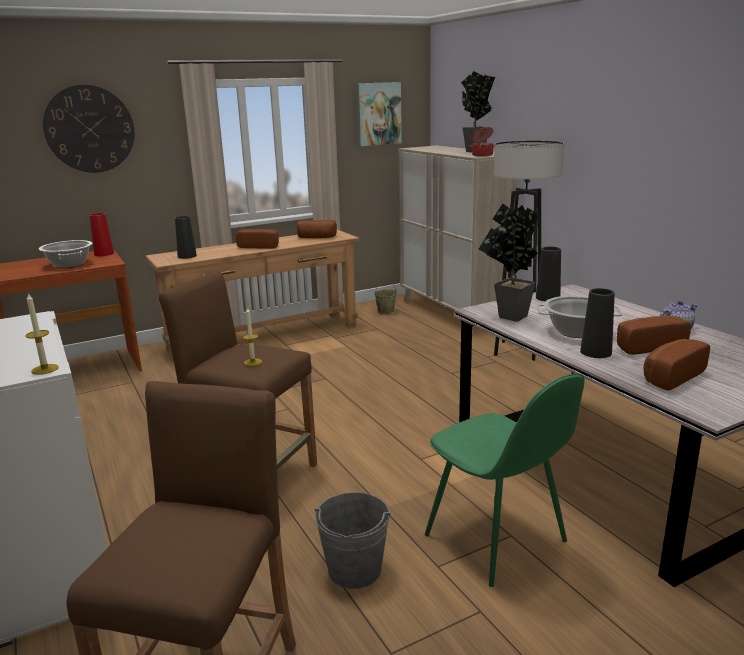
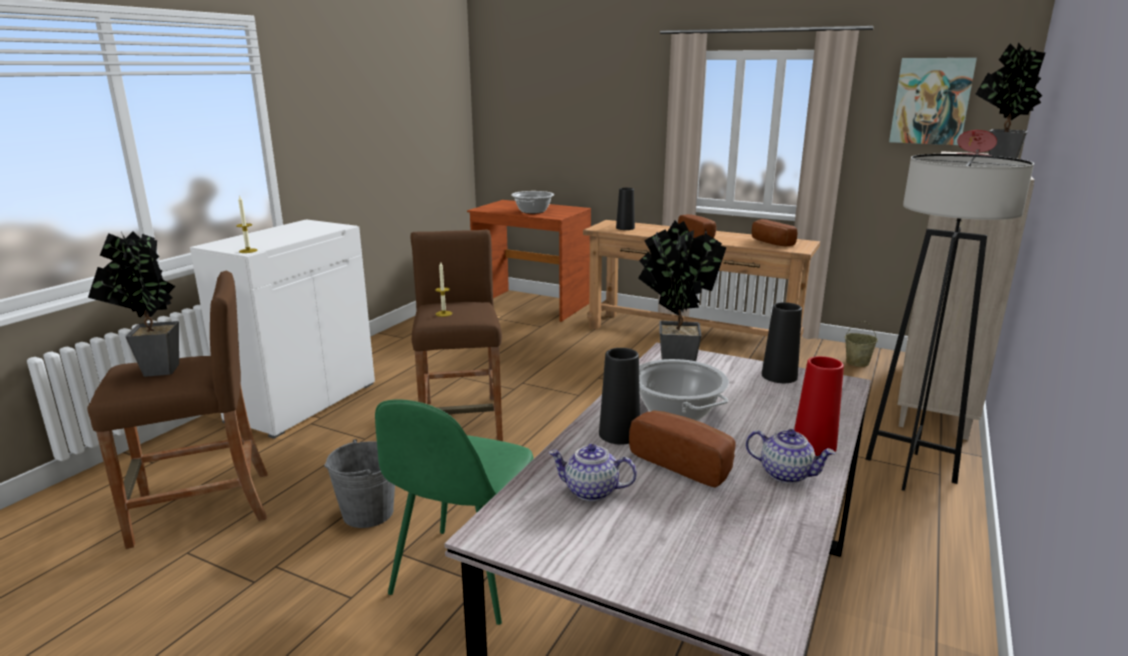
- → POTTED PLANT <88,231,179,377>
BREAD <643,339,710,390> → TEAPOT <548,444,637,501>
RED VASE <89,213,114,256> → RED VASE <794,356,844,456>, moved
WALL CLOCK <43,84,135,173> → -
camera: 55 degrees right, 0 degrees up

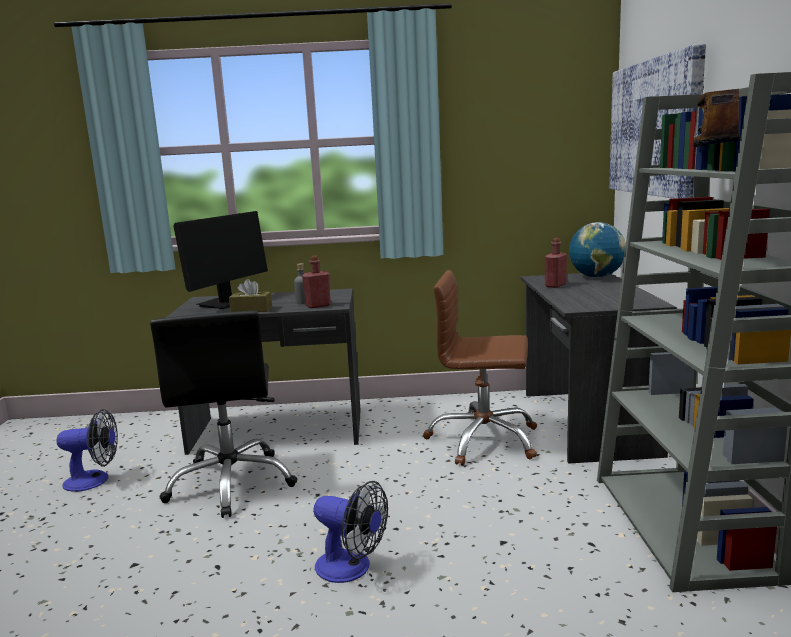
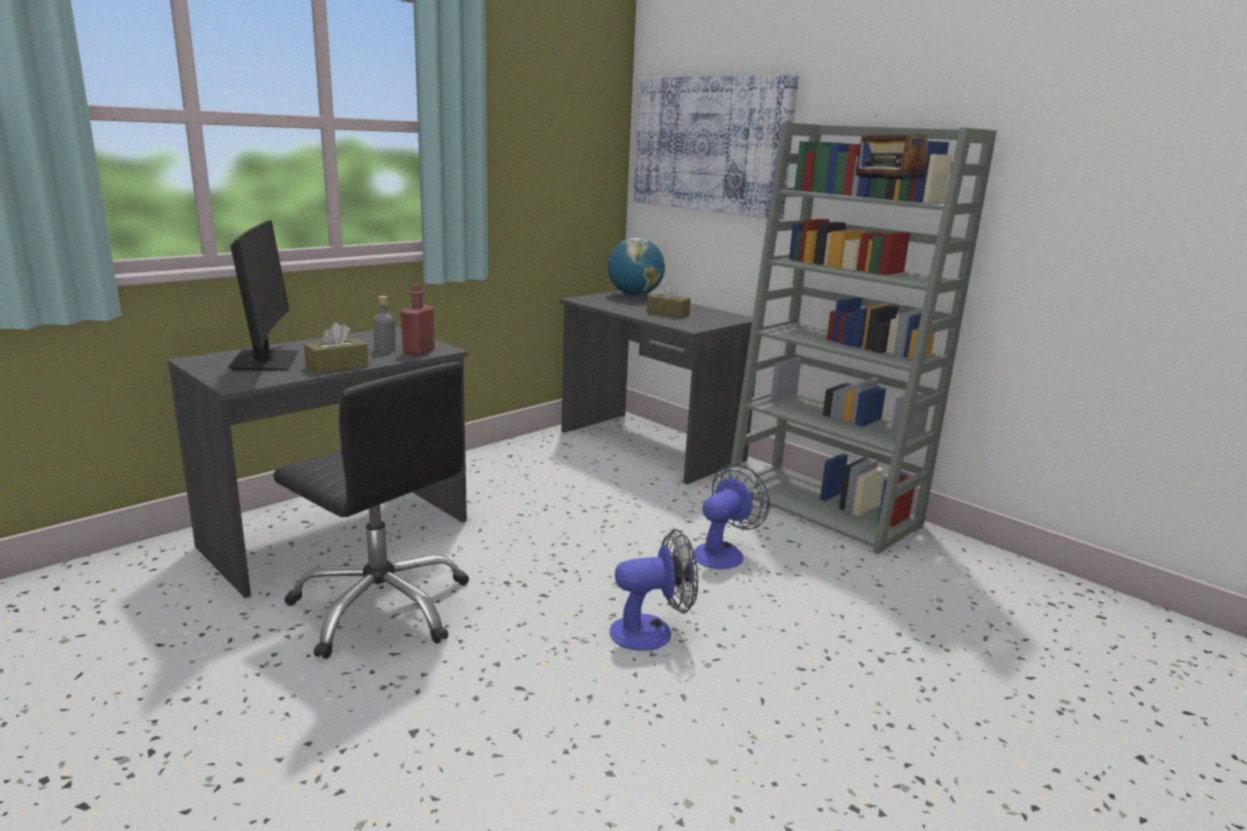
- → BROWN TISSUE BOX <647,281,691,318>
FAN <56,409,118,491> → FAN <693,464,770,569>, moved
BROWN OFFICE CHAIR <423,270,537,466> → -
RED BOTTLE <545,238,567,288> → -
camera: 45 degrees left, 5 degrees up

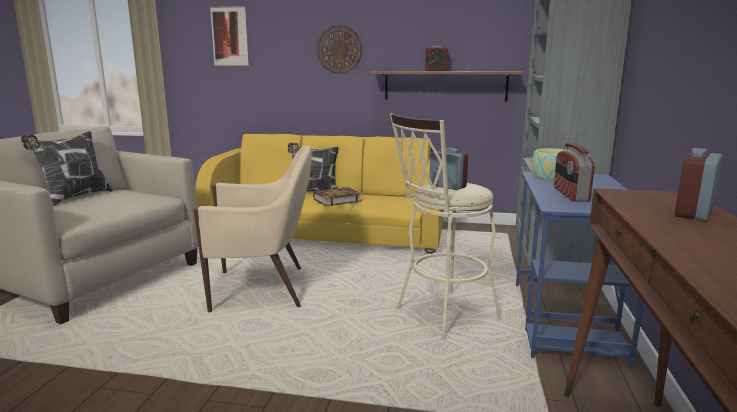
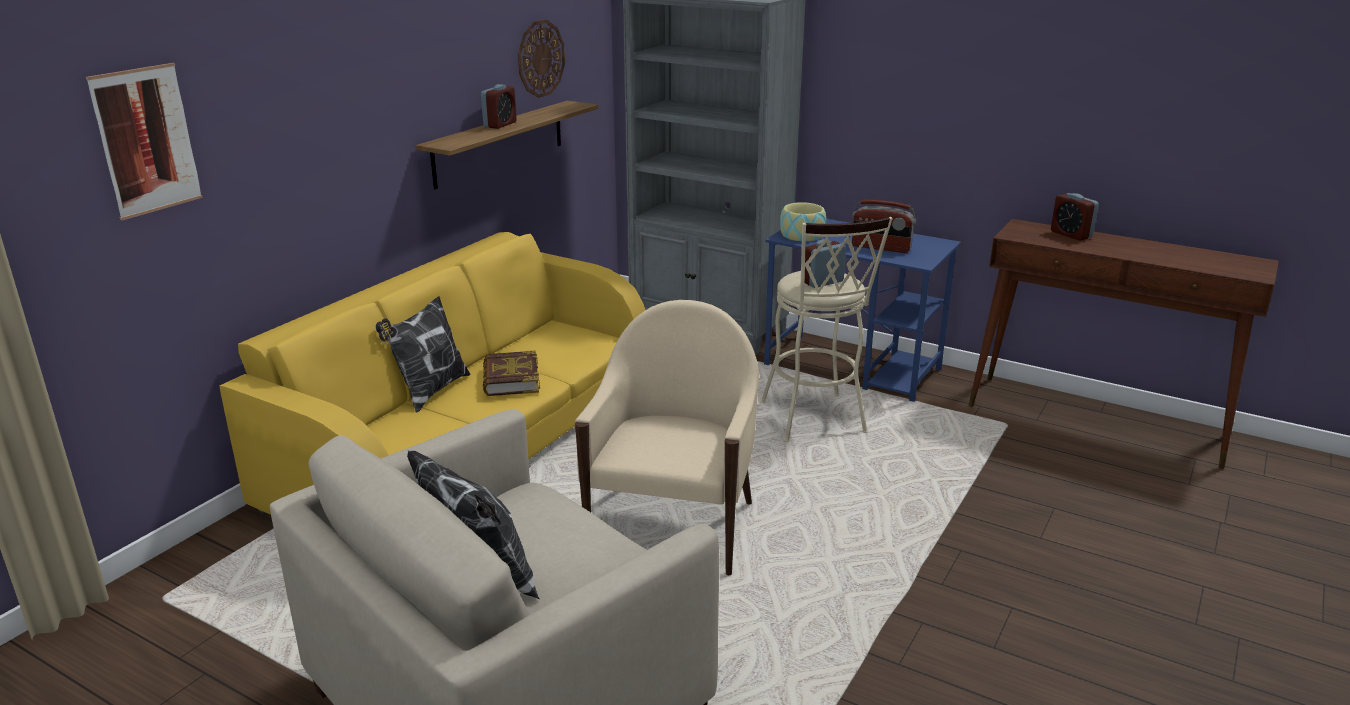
WALL CLOCK <317,26,362,74> → WALL CLOCK <518,19,565,98>, moved
camera: 70 degrees left, 10 degrees up

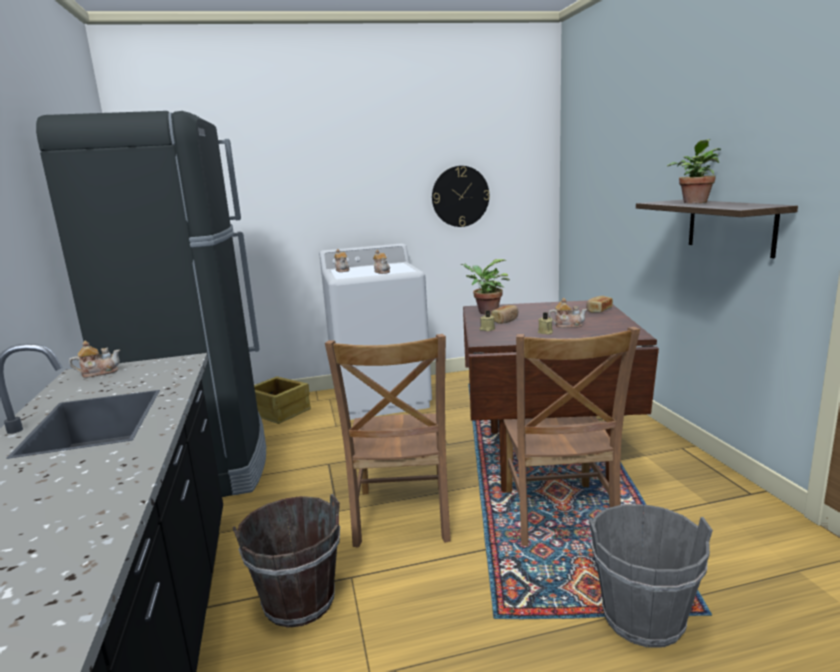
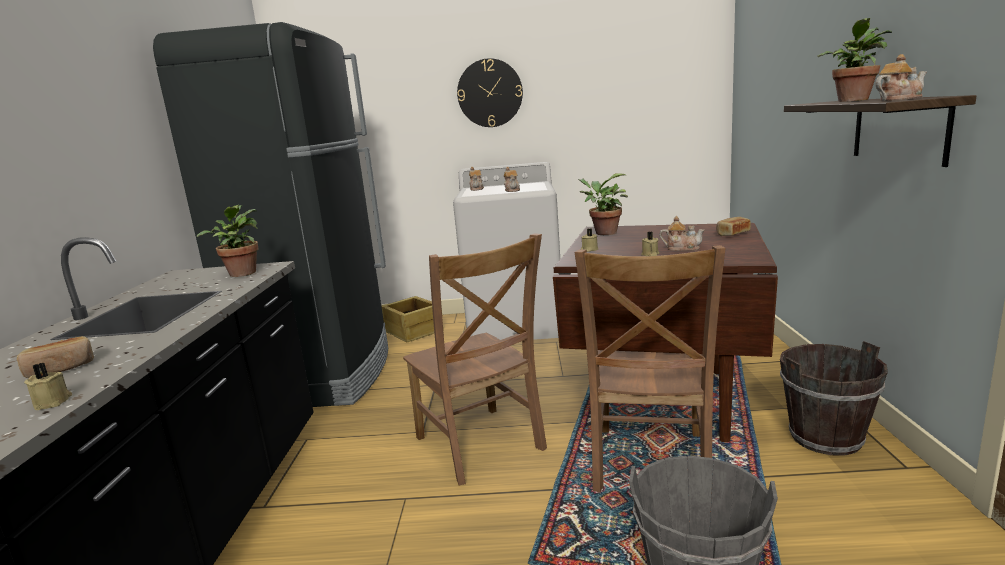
BREAD <491,305,518,324> → BREAD <17,336,94,378>, moved
- → BEIGE CANDLE <24,363,73,410>
- → POTTED PLANT <197,204,258,277>
BROWN CHAIR <325,334,451,548> → BROWN CHAIR <403,233,547,485>, 45 degrees counterclockwise
WALL CLOCK <432,166,490,227> → WALL CLOCK <457,58,523,127>, moved
BROWN BUCKET <232,494,340,628> → BROWN BUCKET <780,341,888,455>, moved
TEAPOT <69,341,120,378> → TEAPOT <875,54,927,101>, moved
camera: 15 degrees right, 0 degrees up

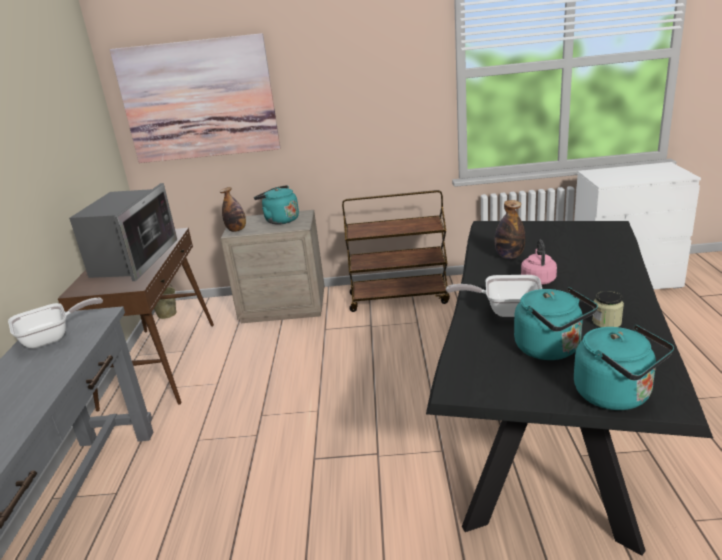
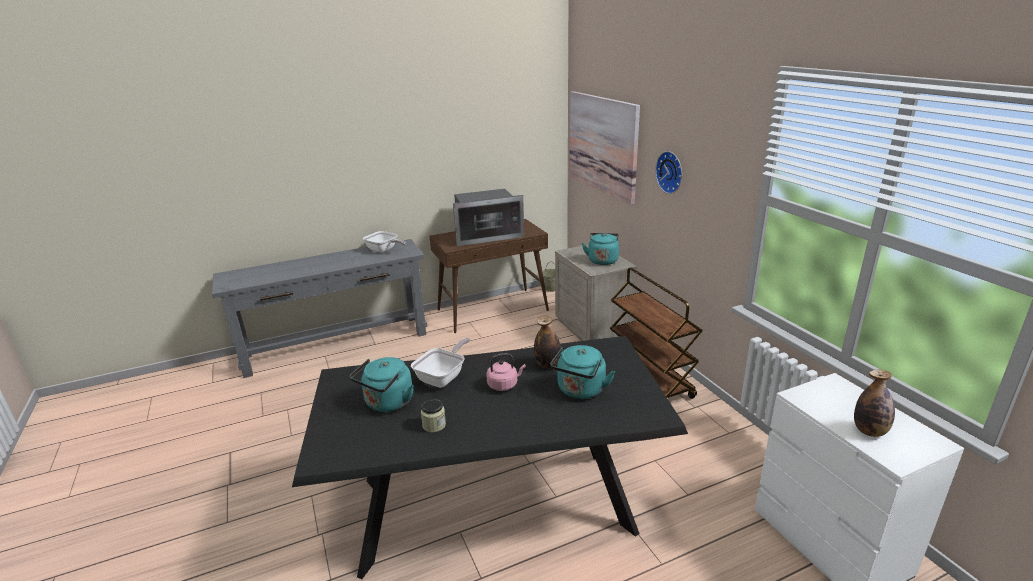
FRYING PAN <446,275,542,317> → FRYING PAN <411,338,470,388>, 45 degrees clockwise
TURQUOISE KETTLE <574,325,674,410> → TURQUOISE KETTLE <550,345,615,399>, moved
- → WALL CLOCK <655,151,682,194>
BOTTLE <220,187,246,232> → BOTTLE <854,370,895,437>, moved
camera: 65 degrees right, 0 degrees up

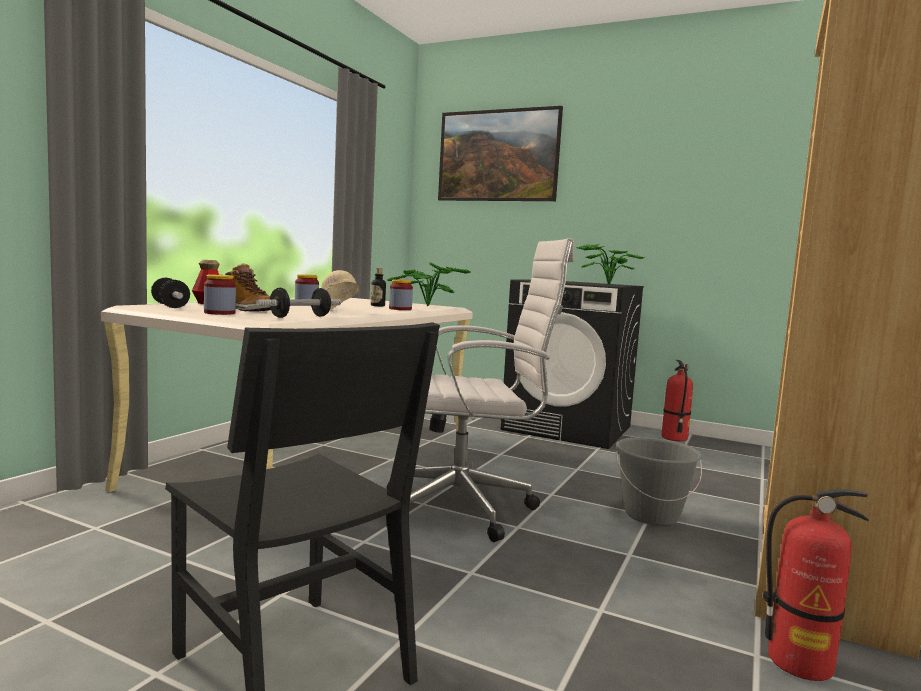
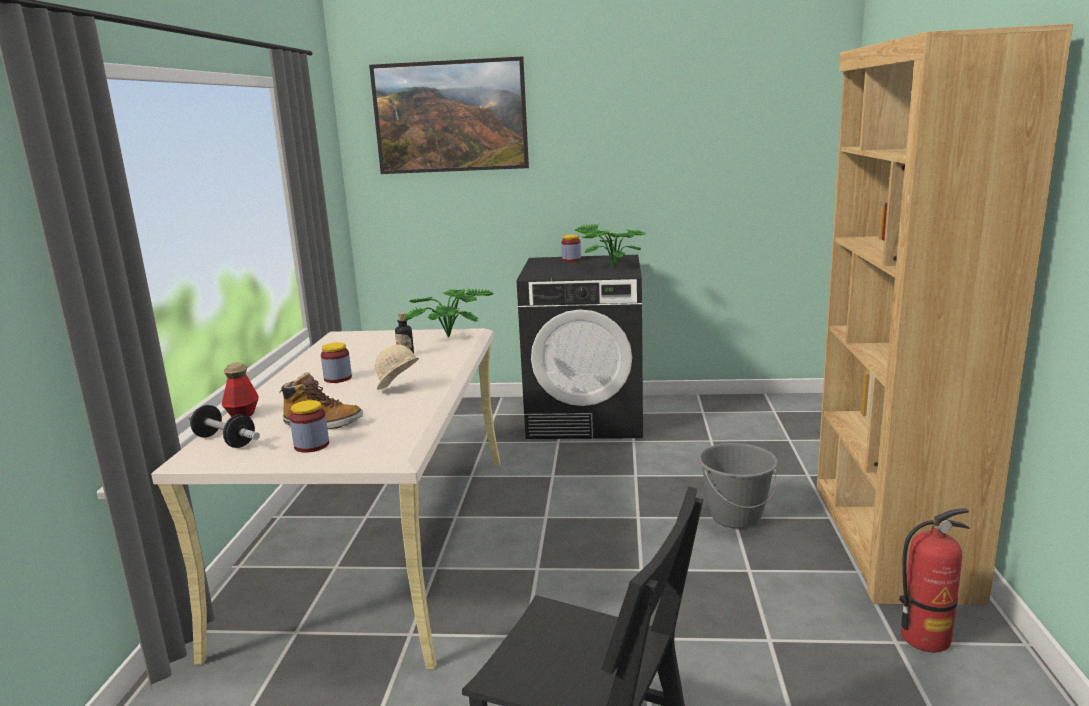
JAR <389,279,413,310> → JAR <561,235,581,262>, moved
DUMBBELL <256,288,341,318> → -
WHITE OFFICE CHAIR <387,238,574,542> → -
FIRE EXTINGUISHER <662,360,693,441> → -
camera: 20 degrees left, 10 degrees up

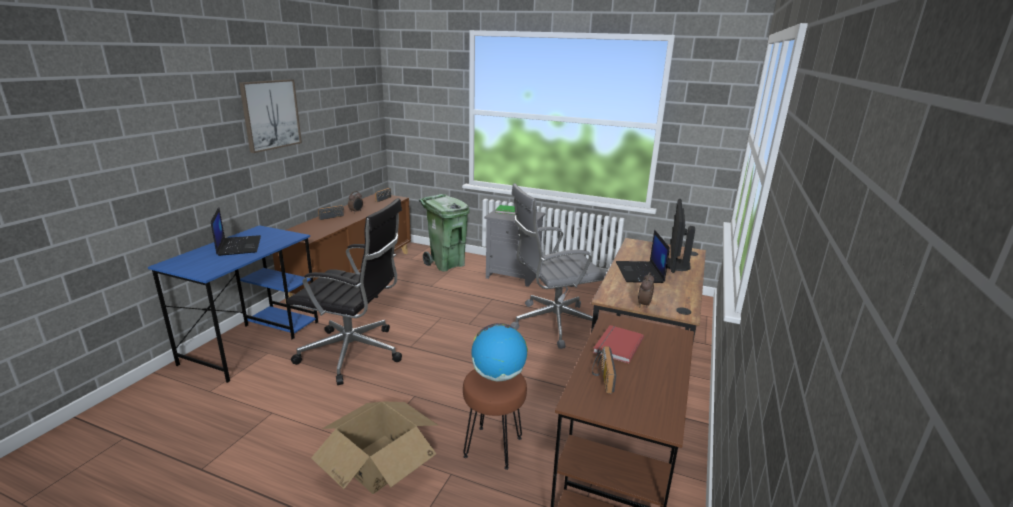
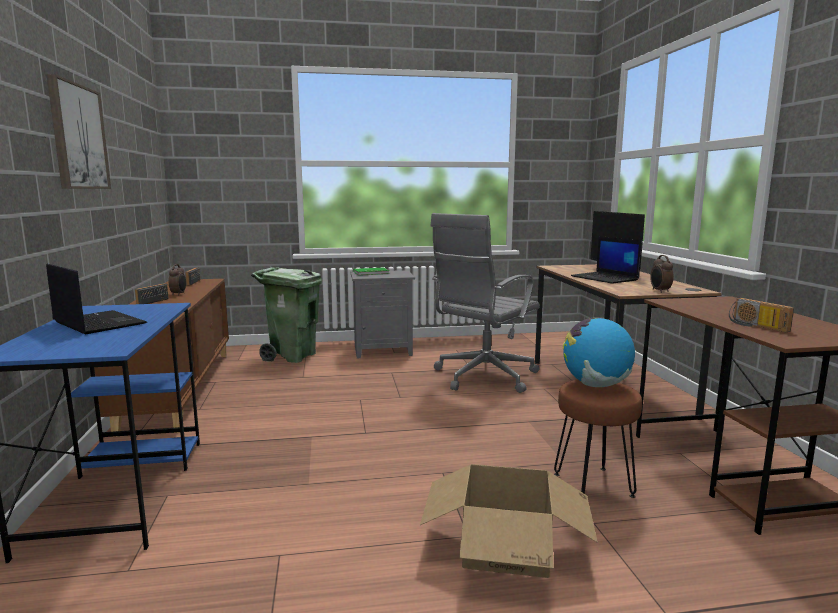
BLACK OFFICE CHAIR <287,198,402,385> → -
RED BOOK <593,325,644,363> → -
camera: 30 degrees left, 10 degrees down

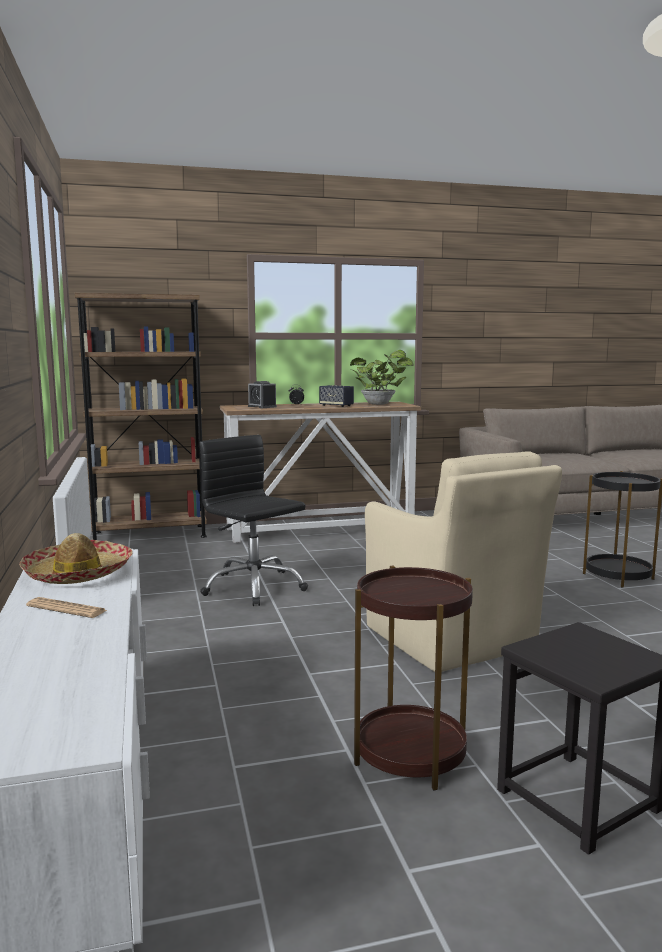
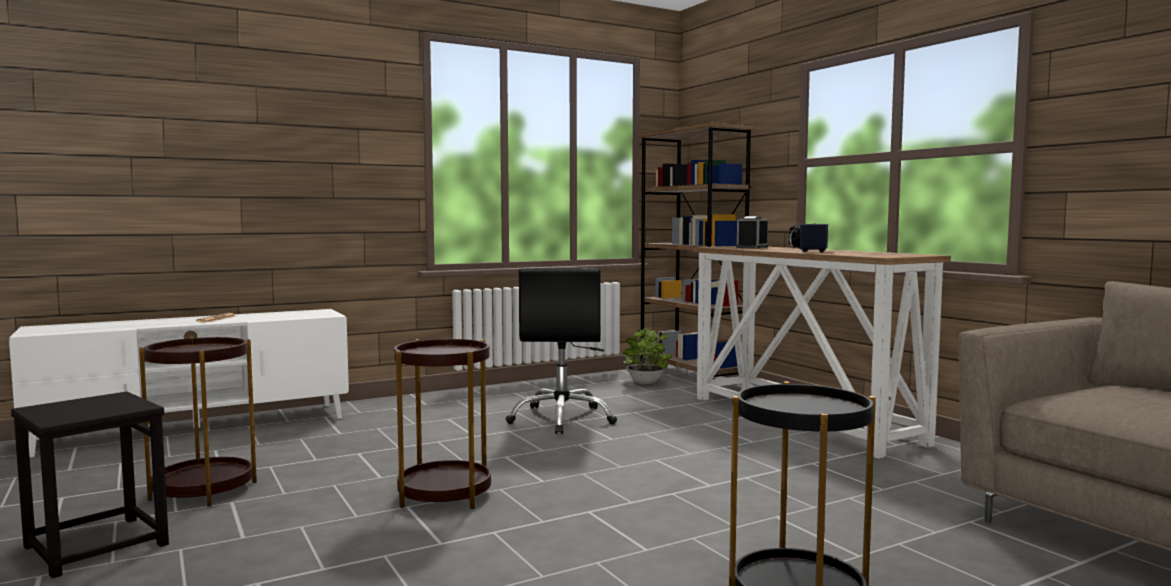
BEIGE ARMCHAIR <365,451,562,672> → BROWN SIDE TABLE <394,339,491,509>
BLACK OFFICE CHAIR <199,435,308,606> → BLACK OFFICE CHAIR <506,268,617,434>, 150 degrees clockwise
POTTED PLANT <350,350,414,405> → POTTED PLANT <622,327,672,384>, moved
HAT <19,533,132,584> → -
camera: 75 degrees right, 5 degrees down

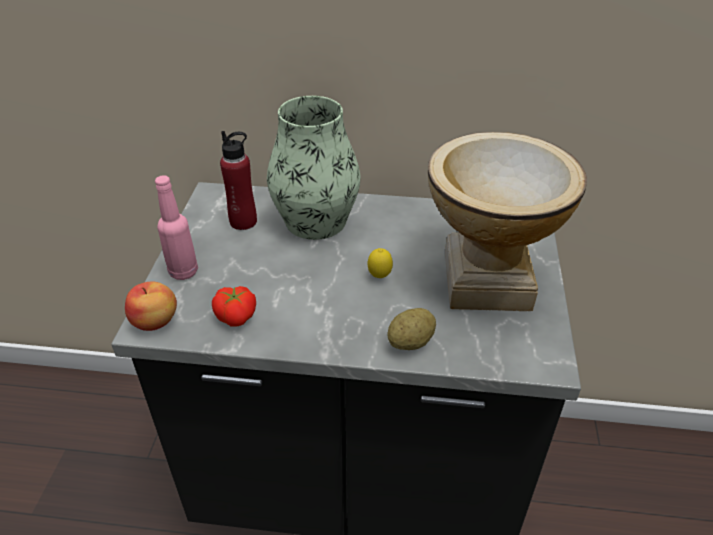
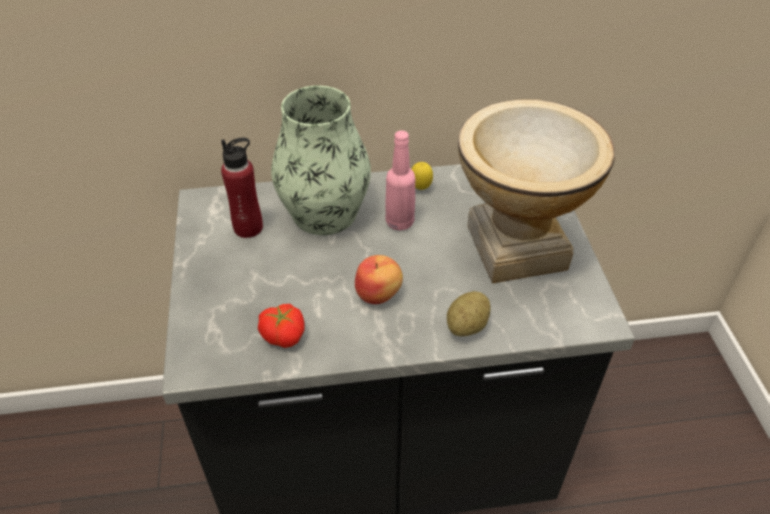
APPLE <125,281,177,331> → APPLE <355,255,403,304>, moved
PINK BOTTLE <155,175,198,280> → PINK BOTTLE <385,130,416,230>, moved
LEMON <368,248,393,278> → LEMON <411,162,433,190>, moved
camera: 15 degrees left, 5 degrees up

